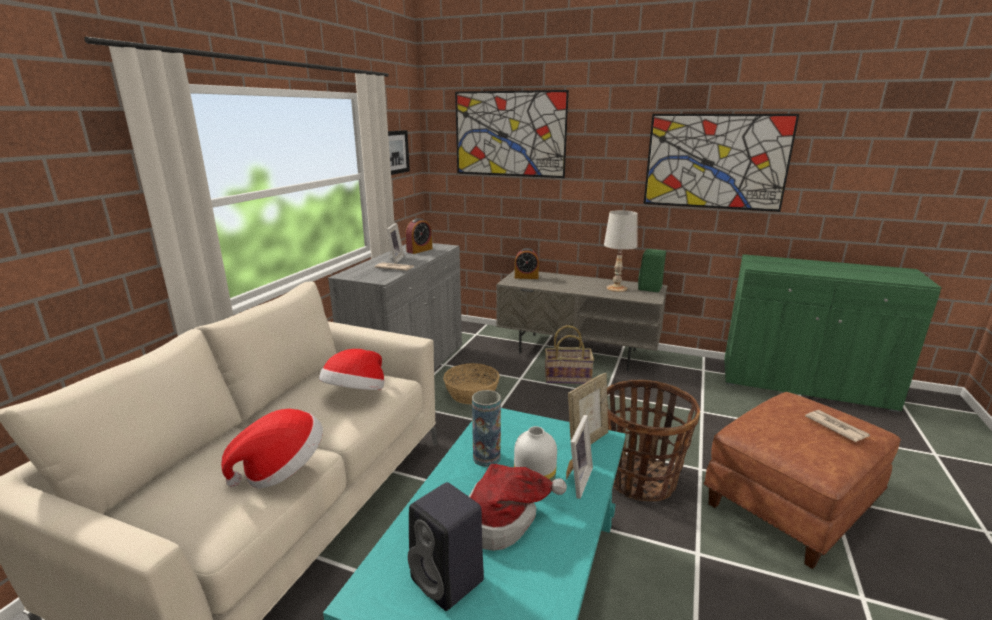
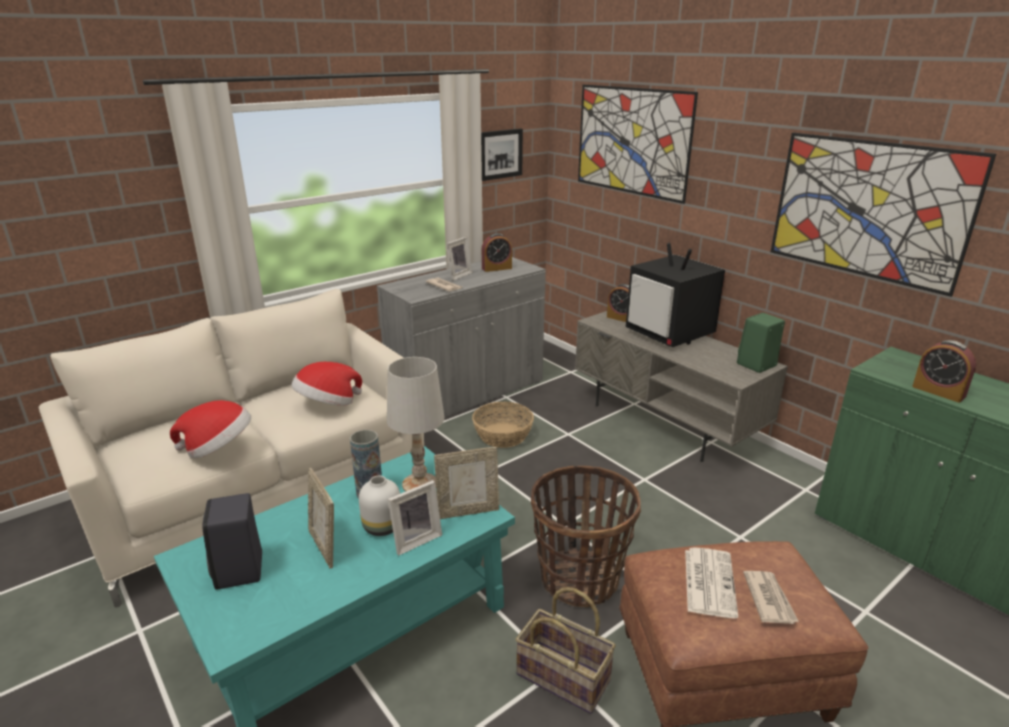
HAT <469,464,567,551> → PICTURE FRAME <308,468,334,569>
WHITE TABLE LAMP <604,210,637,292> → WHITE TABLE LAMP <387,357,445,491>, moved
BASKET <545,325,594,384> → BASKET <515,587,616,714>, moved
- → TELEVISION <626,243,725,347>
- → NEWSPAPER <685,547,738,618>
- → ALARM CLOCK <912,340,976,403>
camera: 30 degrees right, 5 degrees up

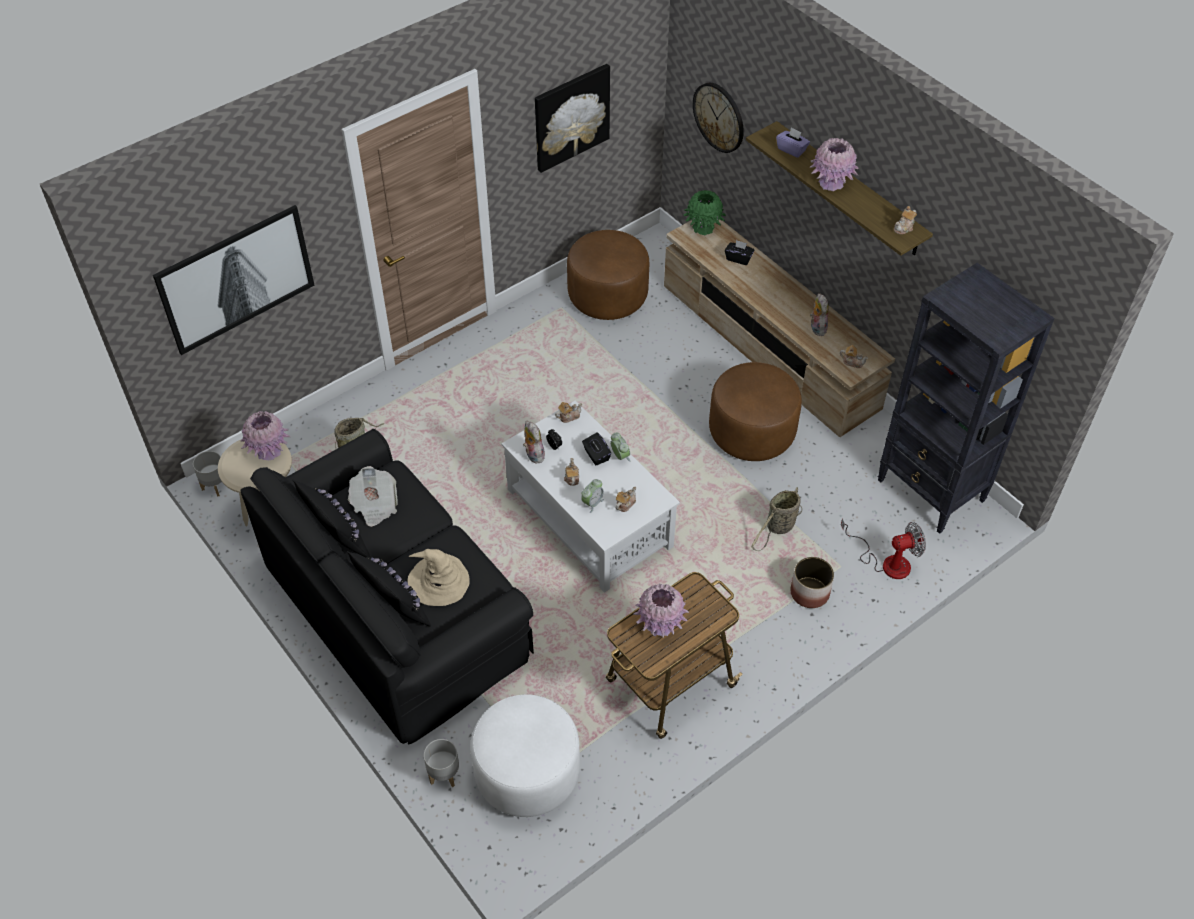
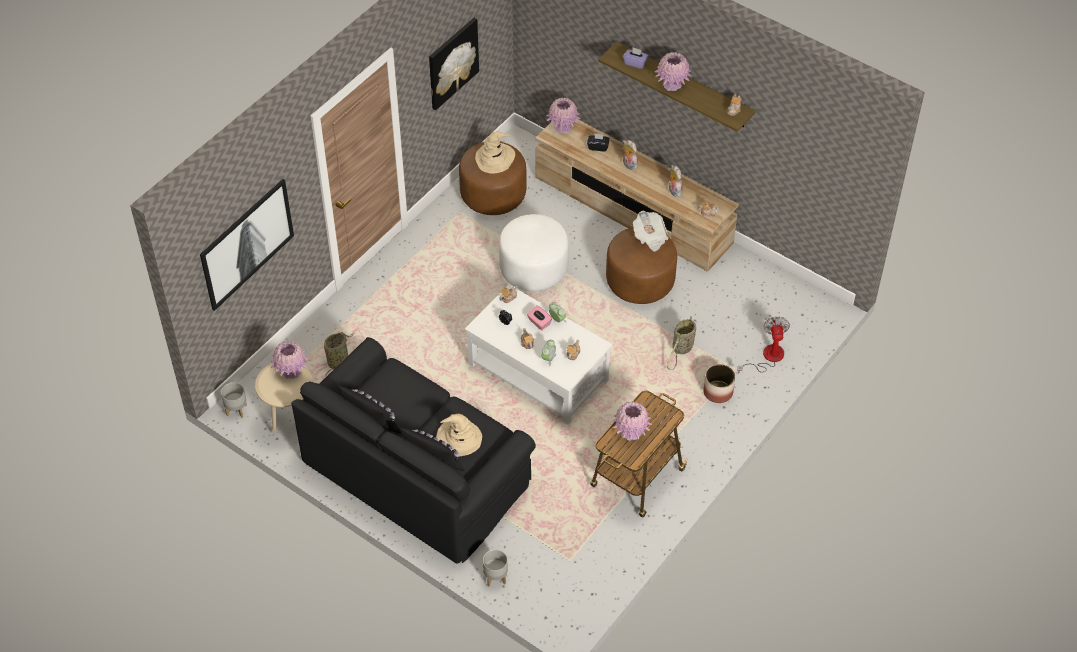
- → BEIGE HAT <475,131,515,173>
WHITE OTTOMAN <470,694,580,817> → WHITE OTTOMAN <499,214,569,292>, moved
BLACK TISSUE BOX <582,432,611,465> → PINK TISSUE BOX <527,305,552,330>
GREEN VASE <683,190,726,236> → PINK VASE <546,98,580,133>
PLUSH TOY <523,421,545,463> → PLUSH TOY <623,140,638,170>, moved
NEWSPAPER <348,466,398,527> → NEWSPAPER <633,211,669,251>, moved
FAN <841,519,926,579> → FAN <737,317,790,373>, 60 degrees counterclockwise
WALL CLOCK <693,83,744,153> → -
BLACK BOOKCASE <878,263,1055,534> → -
camera: 15 degrees left, 0 degrees up

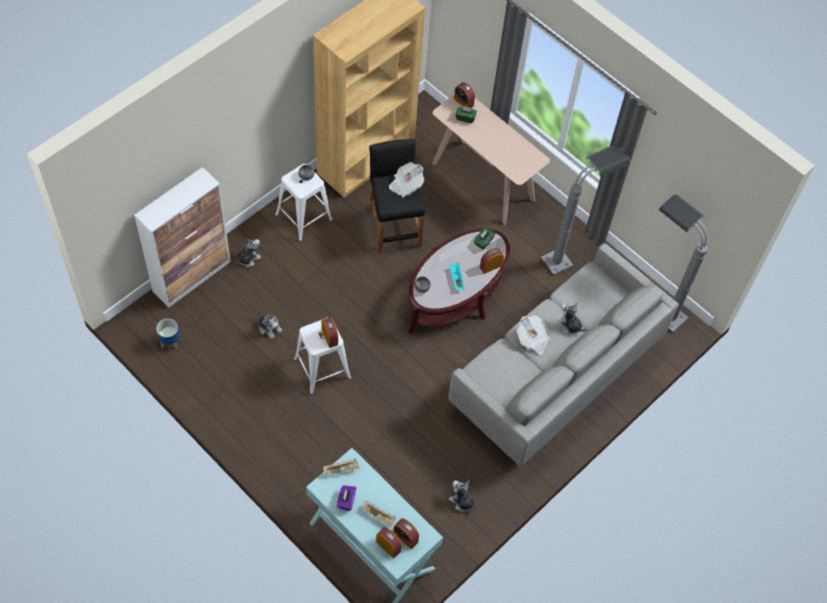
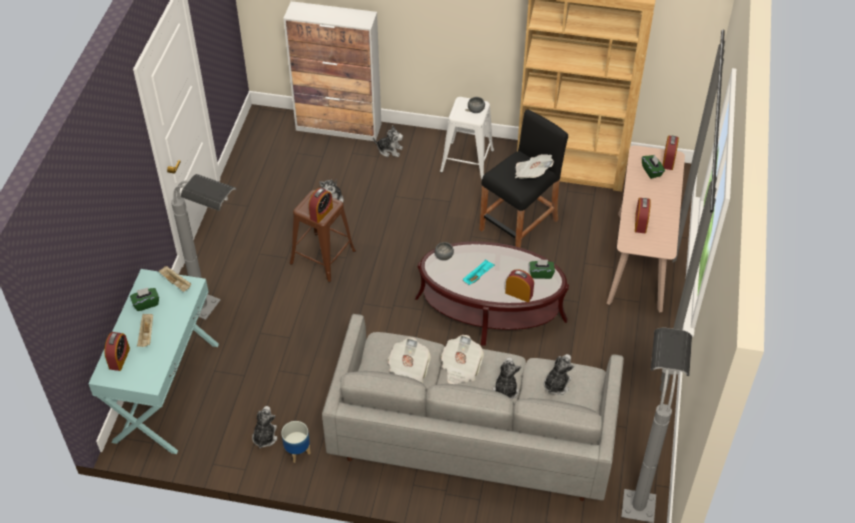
PURPLE TISSUE BOX <337,485,356,511> → GREEN TISSUE BOX <130,287,159,311>
GREY FLOOR LAMP <541,144,630,274> → GREY FLOOR LAMP <171,174,237,320>, moved
PLANTER <156,319,180,349> → PLANTER <281,421,311,463>, moved
WHITE STOOL <294,317,351,394> → BROWN STOOL <290,190,356,283>
- → NEWSPAPER <388,338,431,383>
- → PLUSH TOY <544,354,574,395>
ALARM CLOCK <393,518,419,549> → ALARM CLOCK <635,198,651,233>, moved
camera: 60 degrees right, 10 degrees down

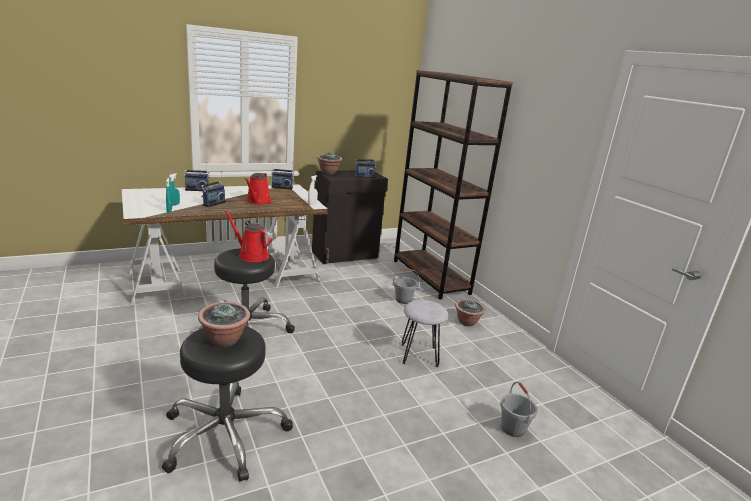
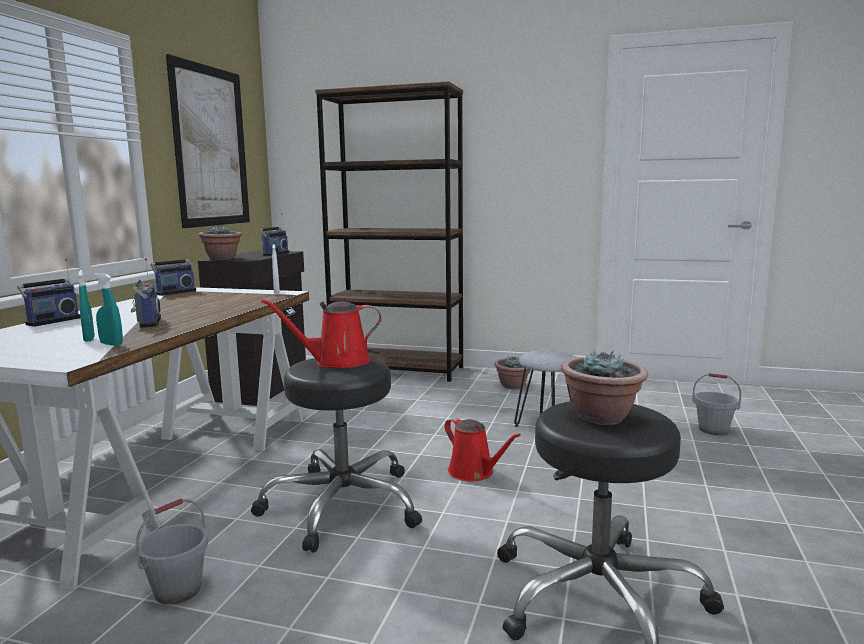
GREY BUCKET <393,269,419,304> → GREY BUCKET <136,499,208,605>, moved
- → PICTURE <166,54,250,228>
RED WATERING CAN <244,173,272,205> → RED WATERING CAN <445,417,521,481>, moved
camera: 45 degrees left, 10 degrees down

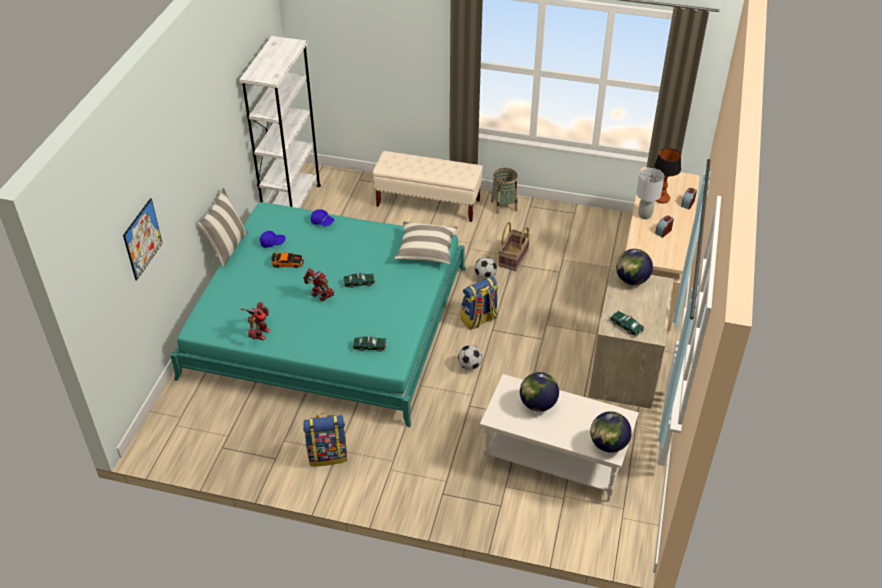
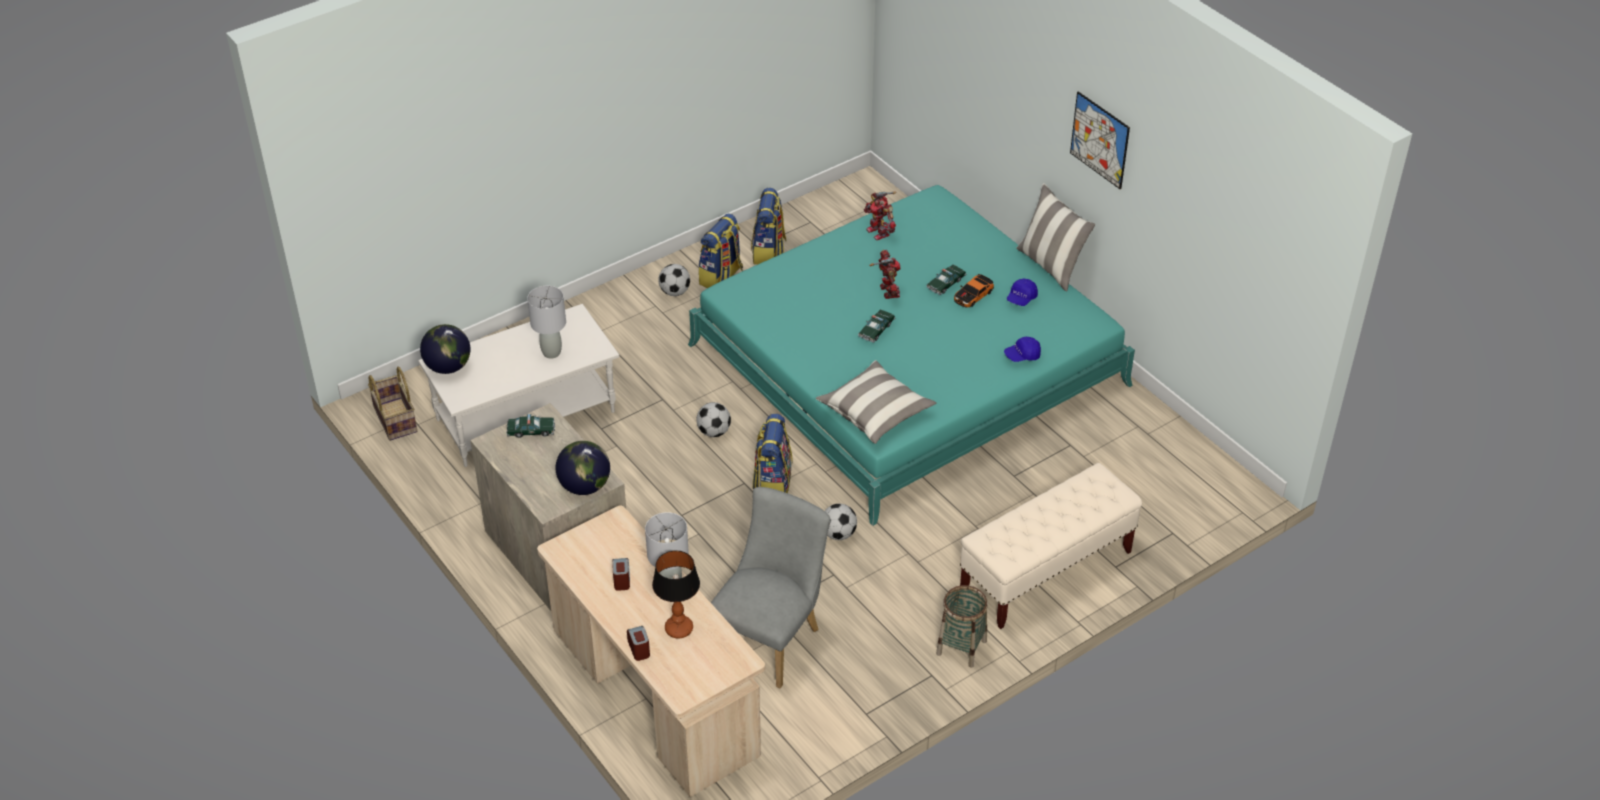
BASKET <498,222,530,271> → BASKET <368,367,417,441>, moved
GLOBE <520,372,559,412> → GREY TABLE LAMP <527,286,566,359>
- → FOOTBALL <658,264,690,296>
- → GREY CHAIR <711,487,830,688>
- → BACKPACK <751,188,786,265>
TOY ROBOT <303,269,334,301> → TOY ROBOT <869,250,900,299>, 90 degrees counterclockwise
TOY CAR <353,335,387,352> → TOY CAR <927,265,966,295>, moved
PICTURE <123,198,162,281> → PICTURE <1070,91,1130,189>, moved
WHITE BOOKCASE <239,36,321,208> → -
camera: 130 degrees right, 0 degrees up

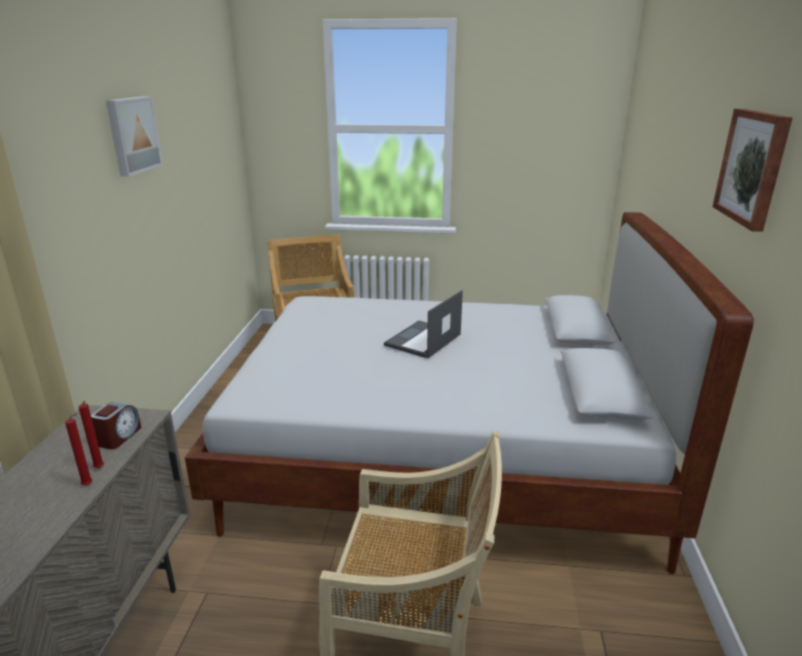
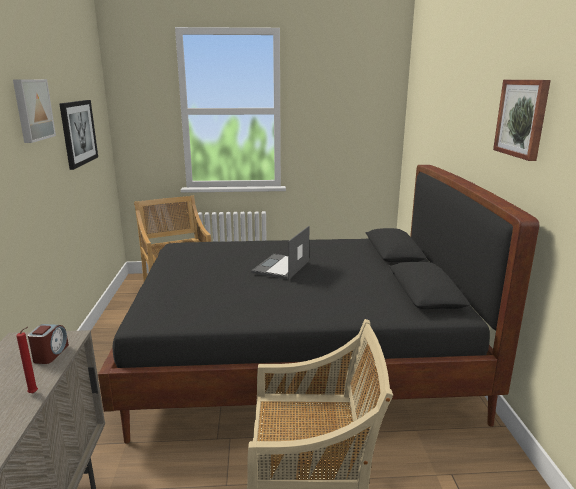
- → PICTURE <59,100,98,170>
WHITE BED <185,212,754,574> → BLACK BED <98,165,539,444>
RED CANDLE <79,401,104,468> → -
camera: 10 degrees left, 5 degrees down

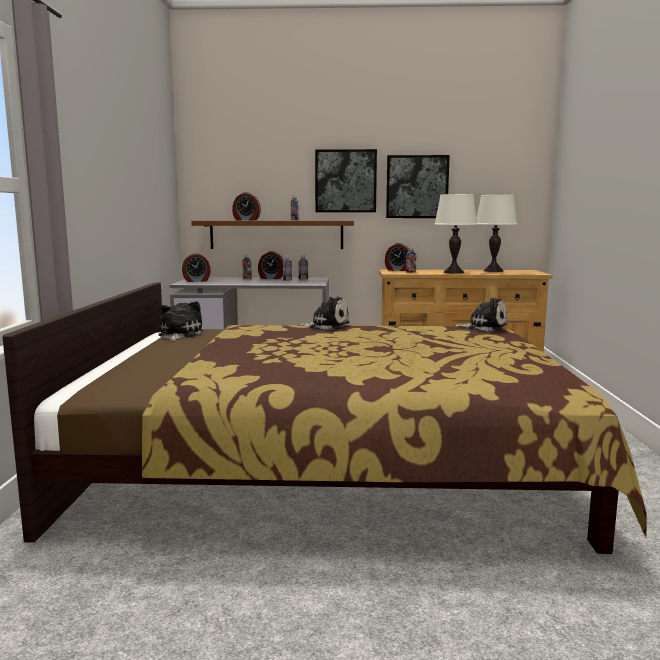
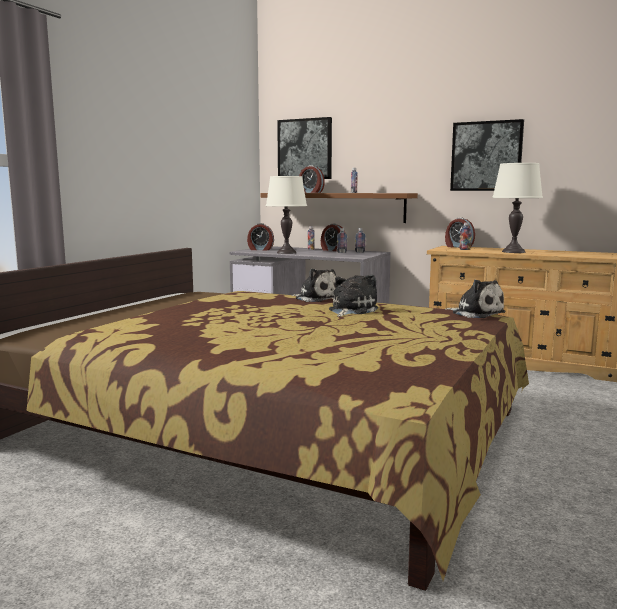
WHITE TABLE LAMP <476,195,517,272> → WHITE TABLE LAMP <266,176,307,254>, moved
PICTURE <315,149,377,212> → PICTURE <277,117,332,179>, moved
PLUSH TOY <158,301,203,341> → PLUSH TOY <329,275,378,317>, moved
camera: 25 degrees right, 0 degrees up

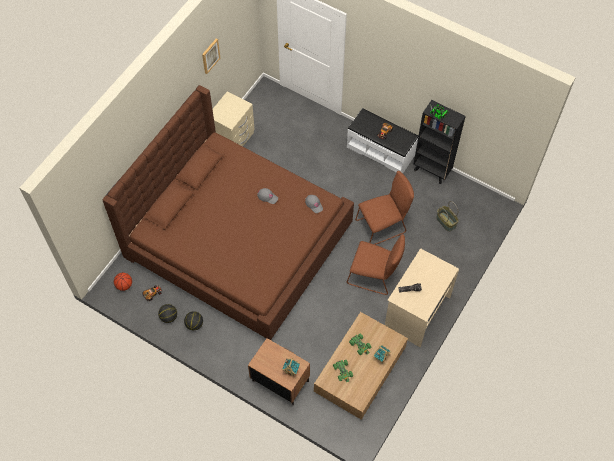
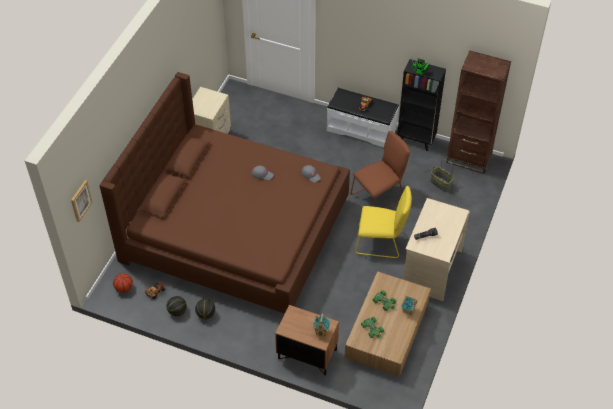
PICTURE <202,38,220,74> → PICTURE <71,180,93,222>, moved
BROWN CHAIR <347,234,405,295> → YELLOW CHAIR <355,186,412,258>
- → BROWN BOOKCASE <446,51,511,174>
camera: 10 degrees left, 10 degrees down

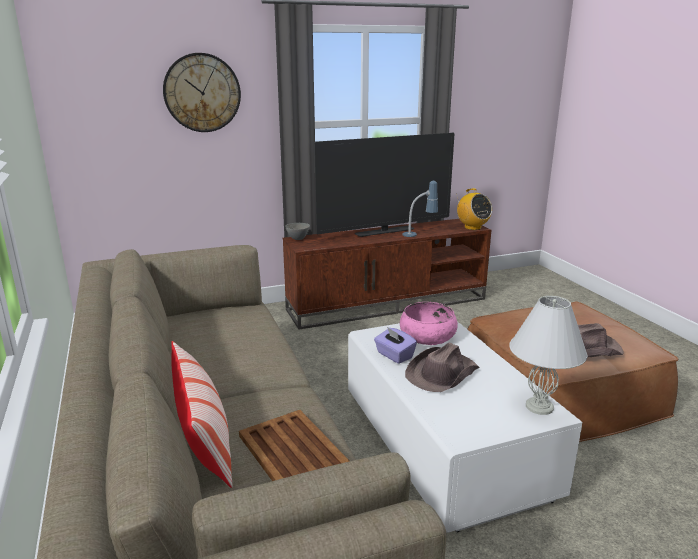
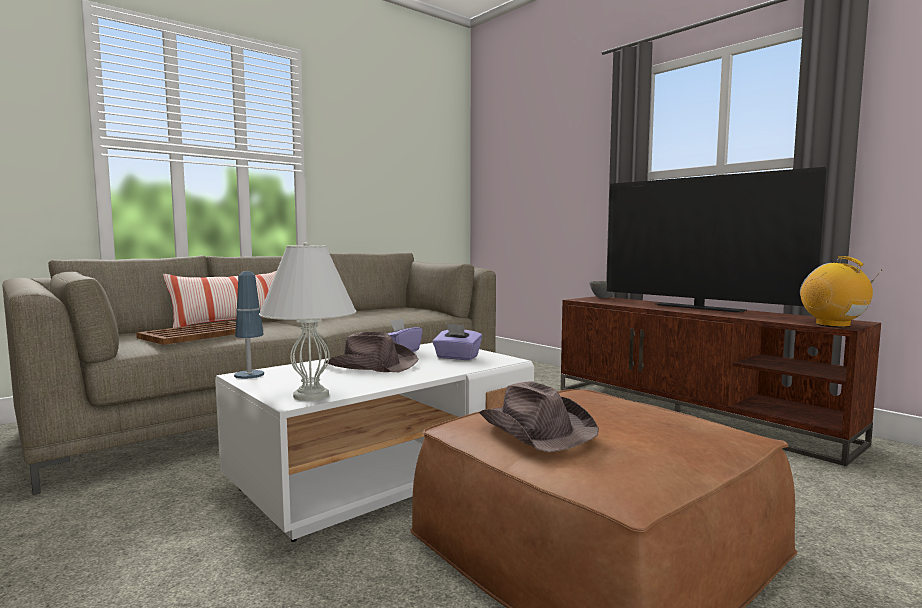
TABLE LAMP <402,181,438,237> → TABLE LAMP <234,271,264,379>, moved
PINK BOWL <400,302,458,345> → PURPLE TISSUE BOX <432,323,482,360>
RADIO <456,188,492,230> → RADIO <800,256,883,327>, 120 degrees clockwise
WALL CLOCK <163,53,241,132> → -
camera: 70 degrees right, 15 degrees down

